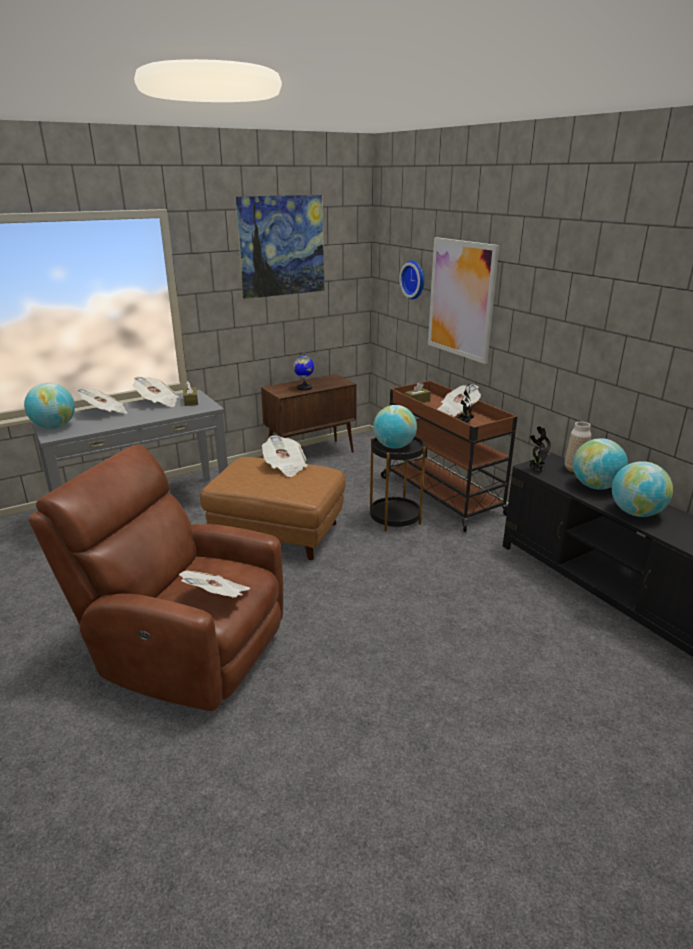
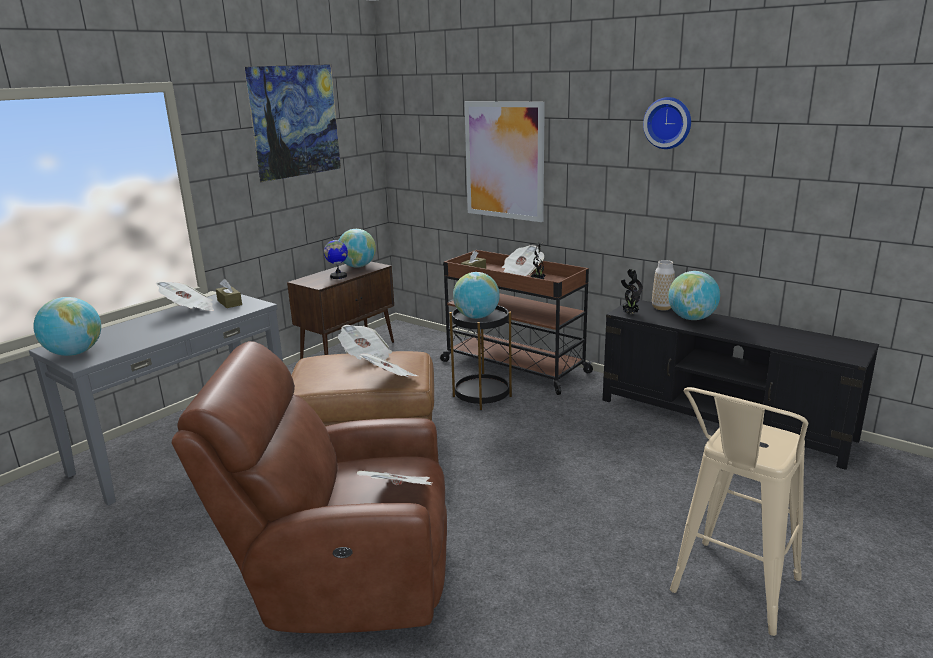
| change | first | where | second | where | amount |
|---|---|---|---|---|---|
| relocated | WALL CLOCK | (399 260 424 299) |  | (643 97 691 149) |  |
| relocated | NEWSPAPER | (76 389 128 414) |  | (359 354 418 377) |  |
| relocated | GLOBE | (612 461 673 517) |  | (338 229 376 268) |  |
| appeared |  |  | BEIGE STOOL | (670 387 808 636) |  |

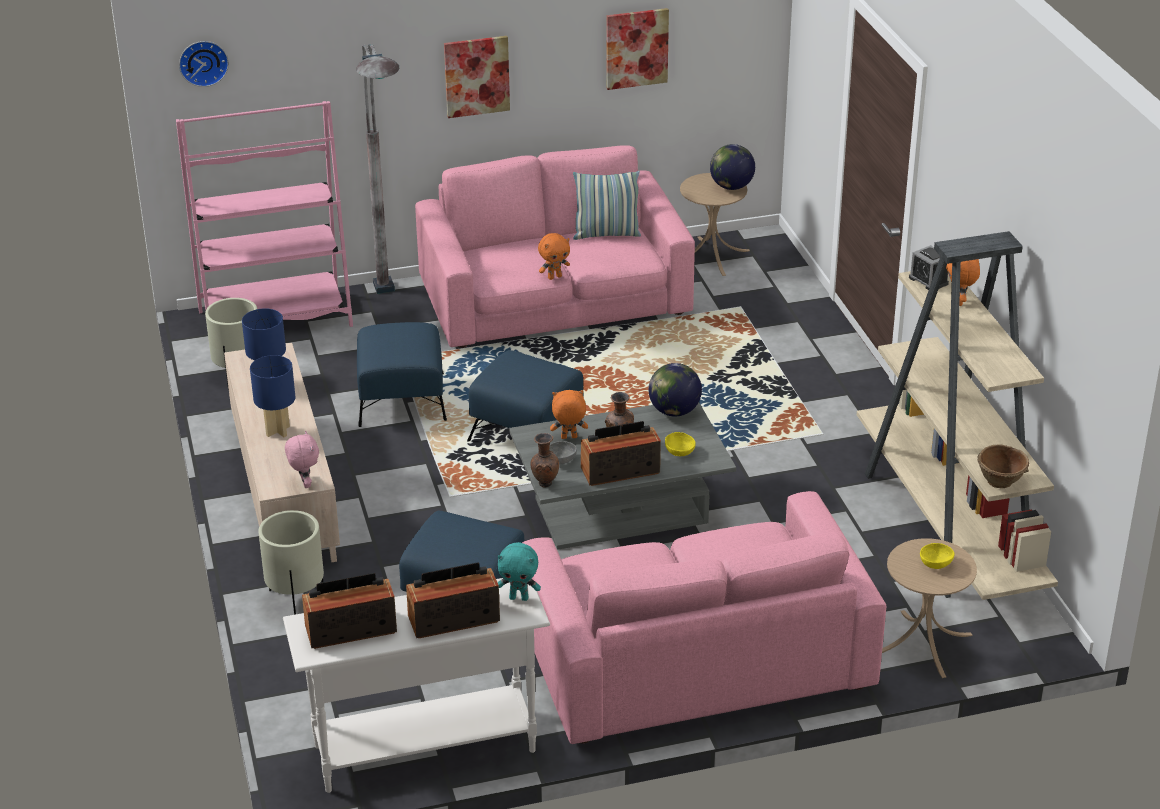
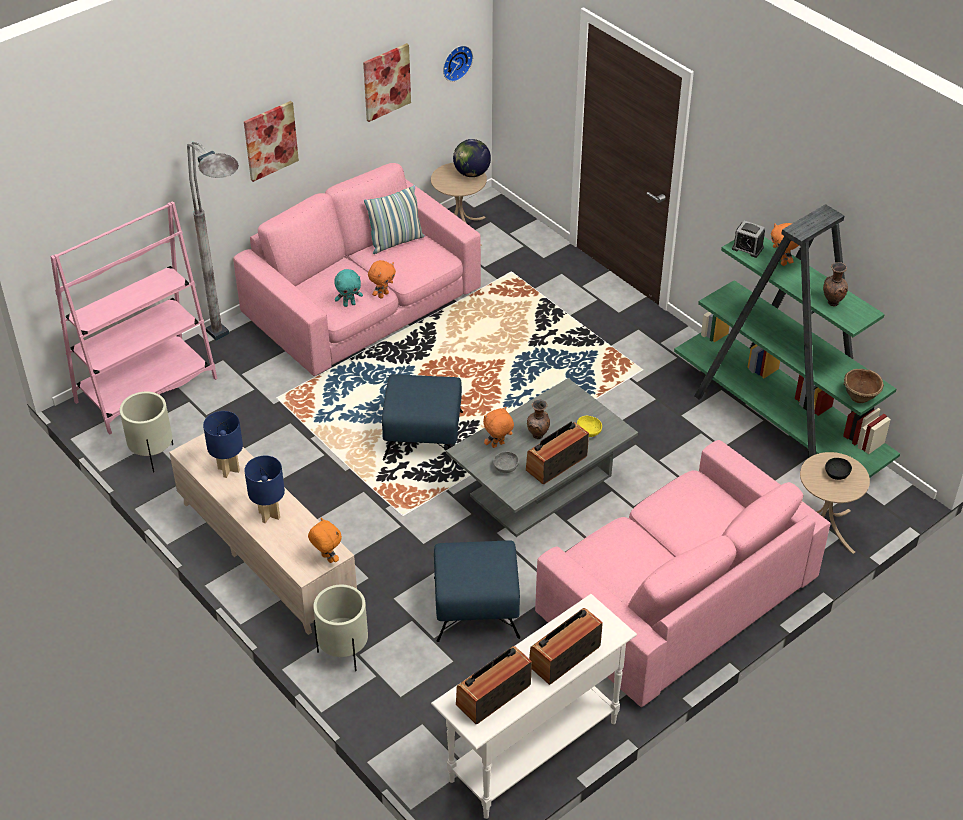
| change | first | where | second | where | amount |
|---|---|---|---|---|---|
| relocated | WALL CLOCK | (179 41 229 87) |  | (443 45 473 82) |  |
| colour | BEIGE BOOKCASE | (857 231 1058 600) | GREEN BOOKCASE | (674 204 900 478) |  |
| missing | BLUE OTTOMAN | (357 322 447 427) |  |  |  |
| missing | GLOBE | (648 363 702 417) |  |  |  |
| colour | PINK PLUSH TOY | (285 431 319 488) | ORANGE PLUSH TOY | (308 517 342 563) |  |
| relocated | BROWN VASE | (530 433 559 488) |  | (823 262 848 307) |  |
| relocated | TURQUOISE PLUSH TOY | (498 542 541 601) |  | (334 269 363 307) |  |
| colour | YELLOW BOWL | (920 543 954 569) | BLACK BOWL | (825 458 852 480) |  |

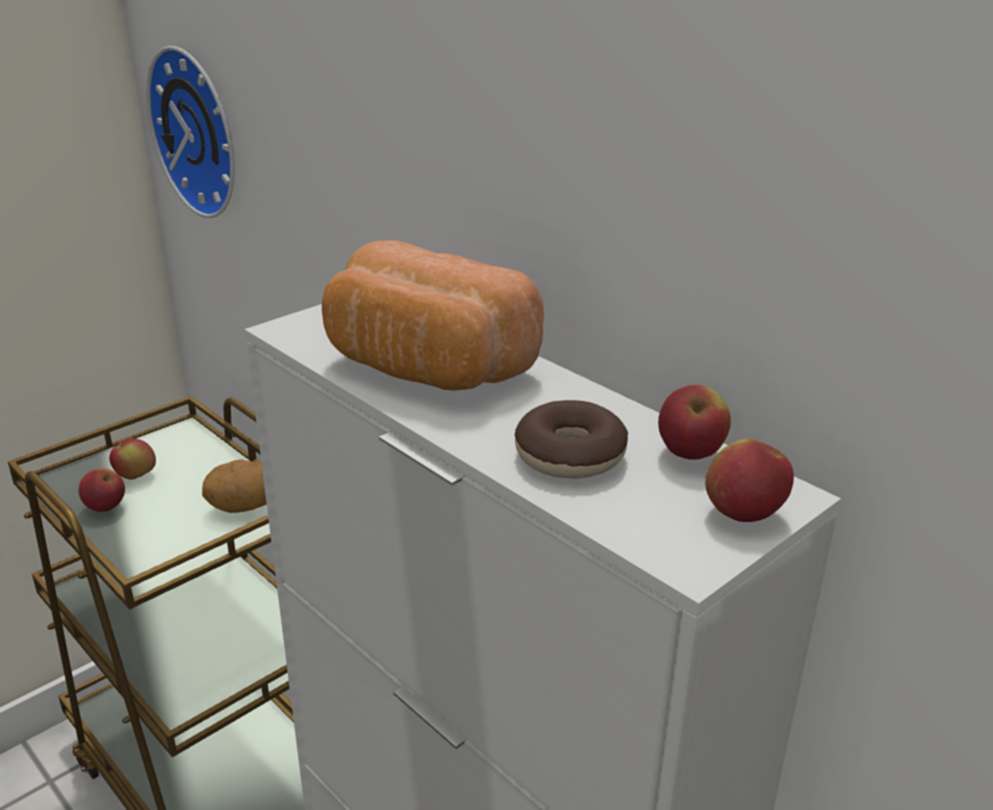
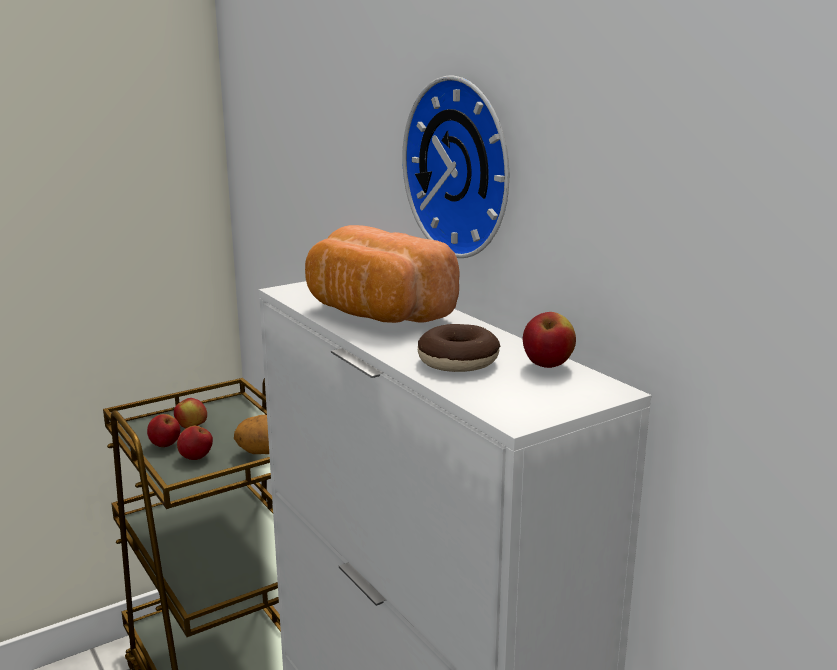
| change | first | where | second | where | amount |
|---|---|---|---|---|---|
| relocated | WALL CLOCK | (146 46 235 218) |  | (402 75 510 258) |  |
| relocated | APPLE | (705 439 794 522) |  | (177 426 213 460) |  |

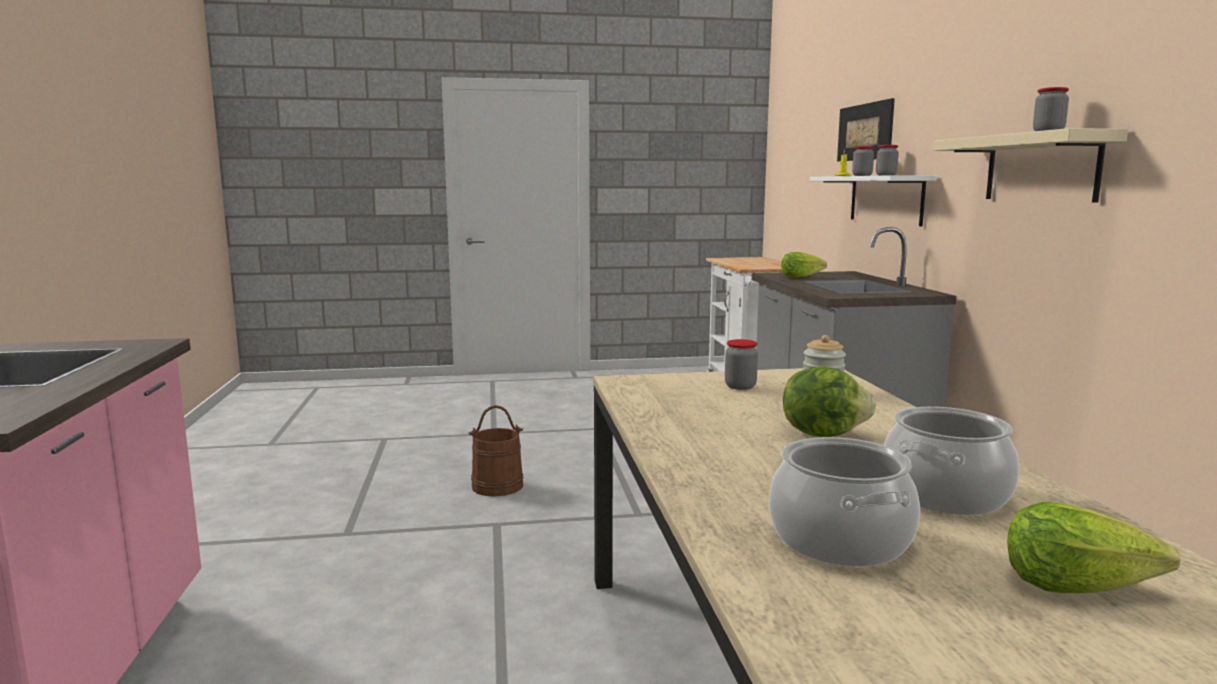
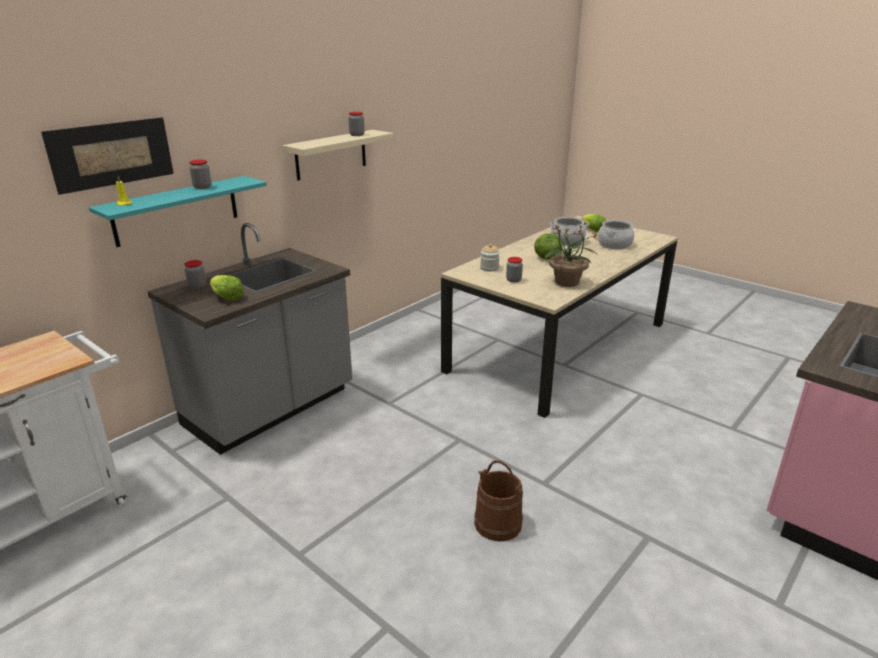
| change | first | where | second | where | amount |
|---|---|---|---|---|---|
| relocated | JAR | (852 146 874 176) |  | (184 260 206 289) |  |
| colour | WHITE SHELF | (810 175 937 226) | TURQUOISE SHELF | (89 176 267 247) |  |
| appeared |  |  | POTTED PLANT | (545 225 598 287) |  |

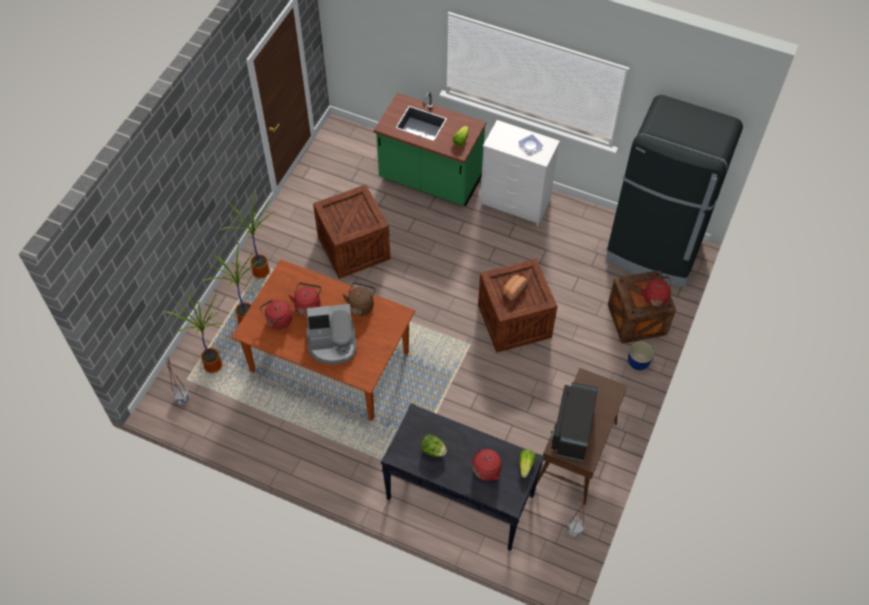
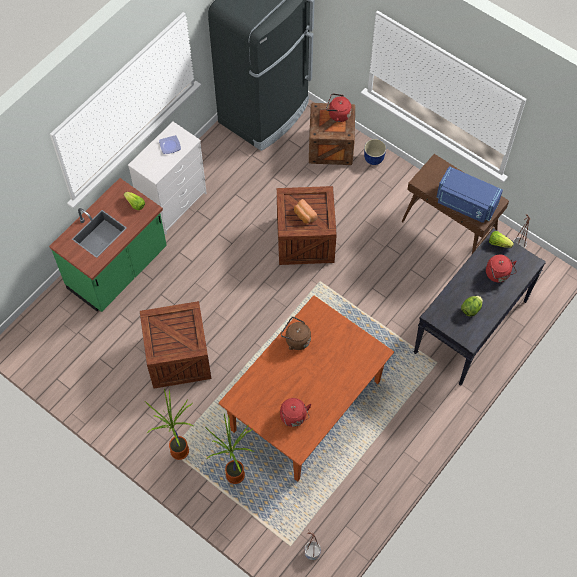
| change | first | where | second | where | amount |
|---|---|---|---|---|---|
| missing | RED KETTLE | (289 283 322 316) |  |  |  |
| missing | POTTED PLANT | (162 291 224 373) |  |  |  |
| missing | COFFEE MACHINE | (306 304 356 365) |  |  |  |
| colour | BLACK MICROWAVE | (551 382 598 461) | BLUE MICROWAVE | (436 166 503 223) |  |

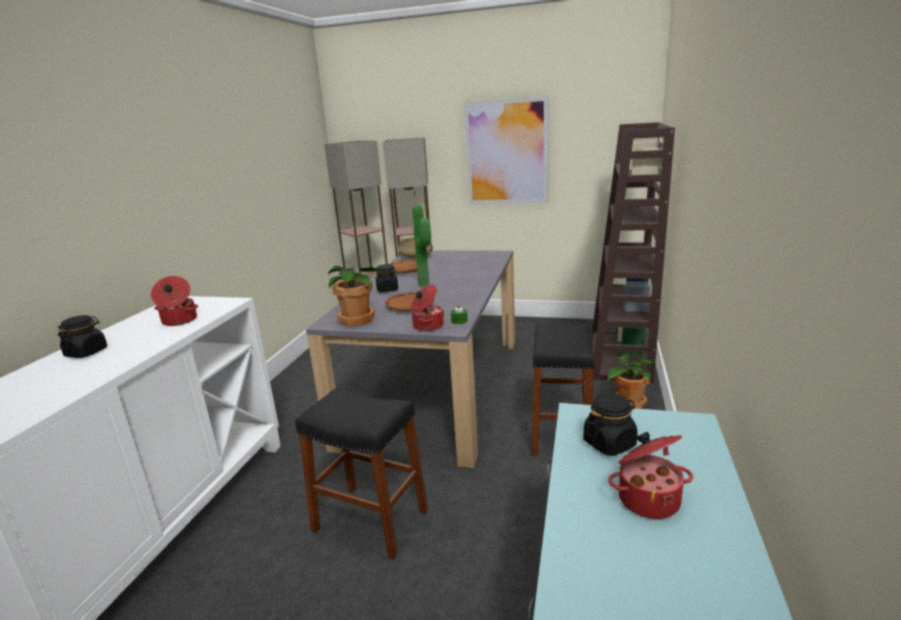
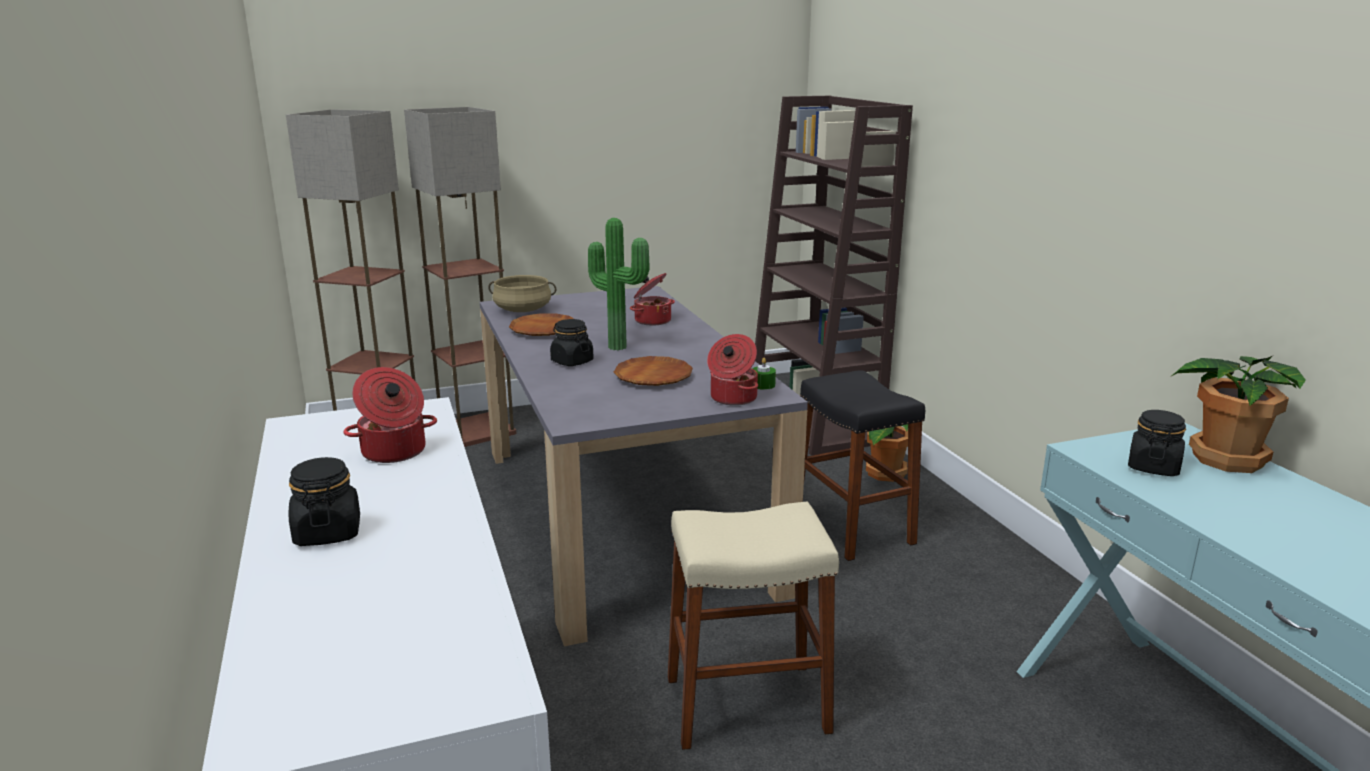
| change | first | where | second | where | amount |
|---|---|---|---|---|---|
| missing | PICTURE | (464 96 549 205) |  |  |  |
| relocated | POTTED PLANT | (328 266 383 327) |  | (1170 356 1306 473) |  |
| colour | BLACK STOOL | (295 387 428 559) | BEIGE STOOL | (668 502 839 750) |  |
| relocated | COOKING POT | (608 432 693 519) |  | (630 273 675 326) |  |

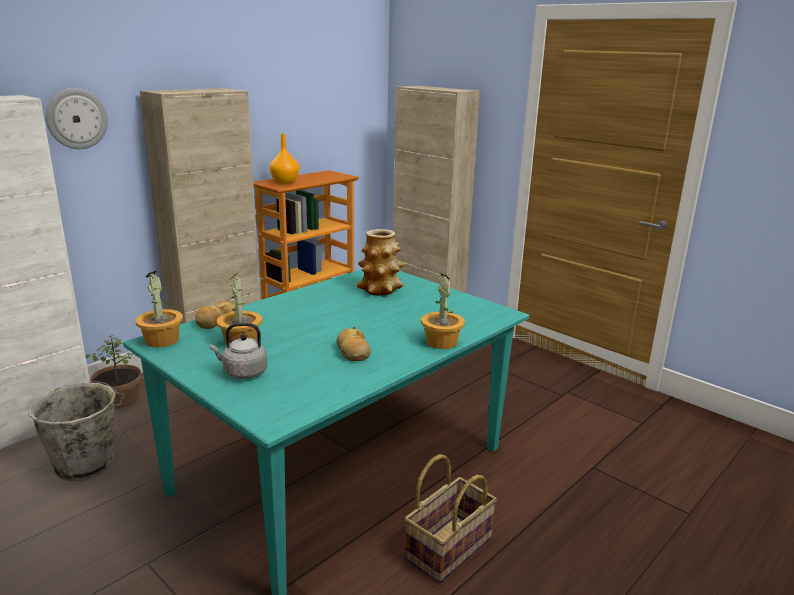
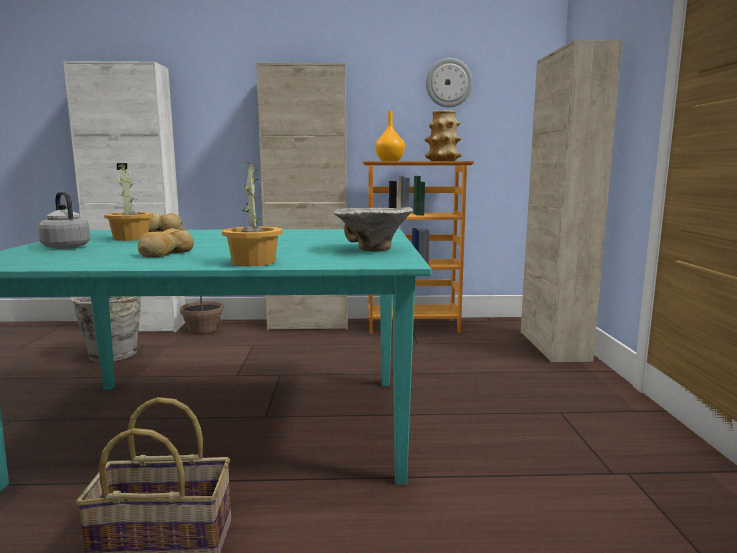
| change | first | where | second | where | amount |
|---|---|---|---|---|---|
| relocated | WALL CLOCK | (46 88 108 149) |  | (426 58 473 108) |  |
| relocated | VASE | (356 229 405 296) |  | (425 110 462 161) |  |
| missing | POTTED PLANT | (136 271 183 347) |  |  |  |
| appeared |  |  | BOWL | (333 207 413 251) |  |

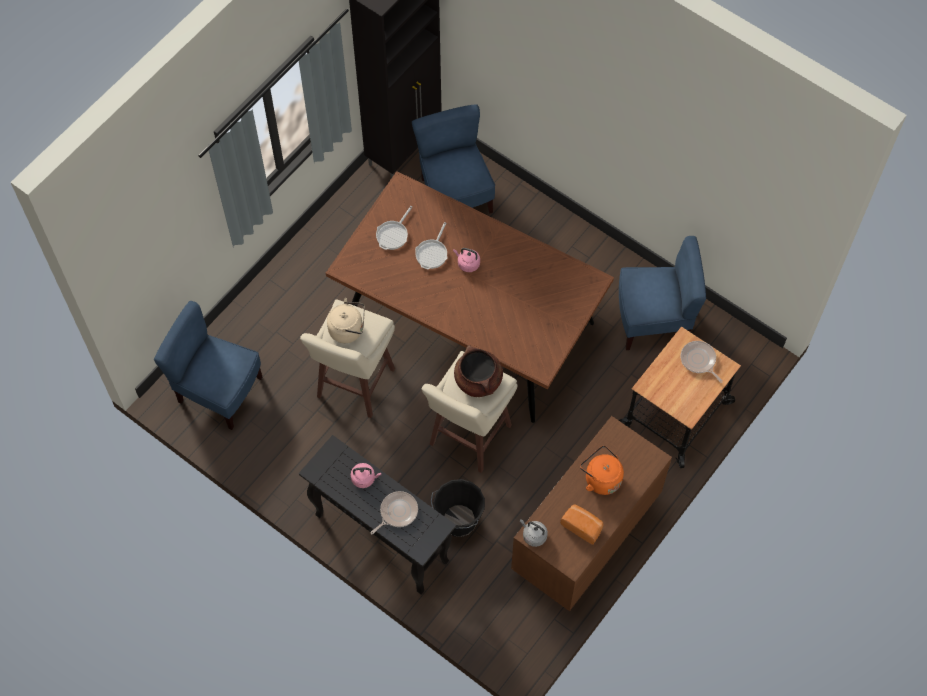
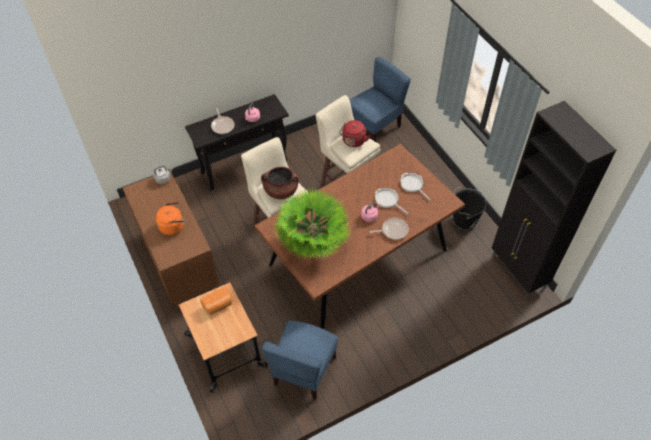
| change | first | where | second | where | amount |
|---|---|---|---|---|---|
| missing | BLUE CHAIR | (412 104 495 214) |  |  |  |
| colour | BEIGE KETTLE | (327 298 365 343) | RED KETTLE | (339 120 370 147) |  |
| relocated | FRYING PAN | (681 341 723 383) |  | (369 218 409 240) |  |
| relocated | BLACK BUCKET | (431 479 485 537) |  | (453 187 487 231) |  |
| relocated | BREAD | (560 504 604 545) |  | (200 287 232 315) |  |
| appeared |  |  | POTTED PLANT | (274 188 352 259) |  |

